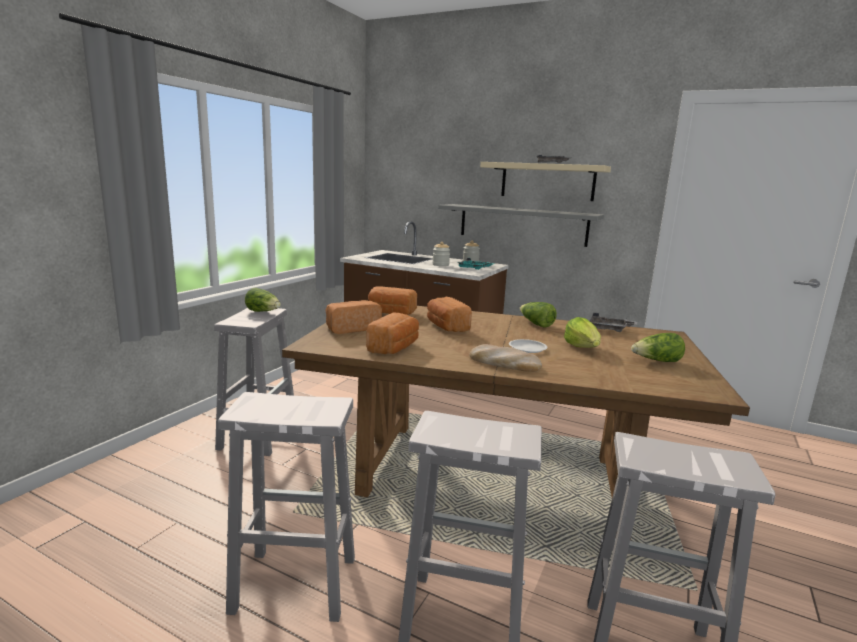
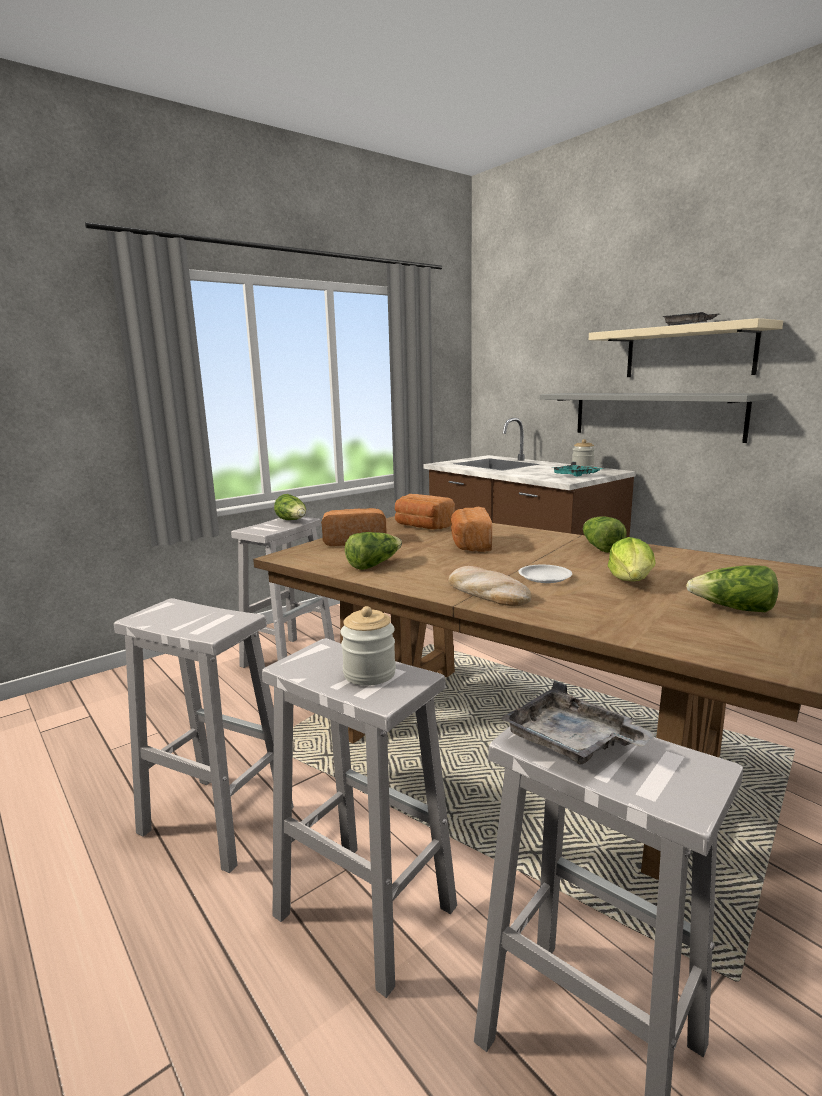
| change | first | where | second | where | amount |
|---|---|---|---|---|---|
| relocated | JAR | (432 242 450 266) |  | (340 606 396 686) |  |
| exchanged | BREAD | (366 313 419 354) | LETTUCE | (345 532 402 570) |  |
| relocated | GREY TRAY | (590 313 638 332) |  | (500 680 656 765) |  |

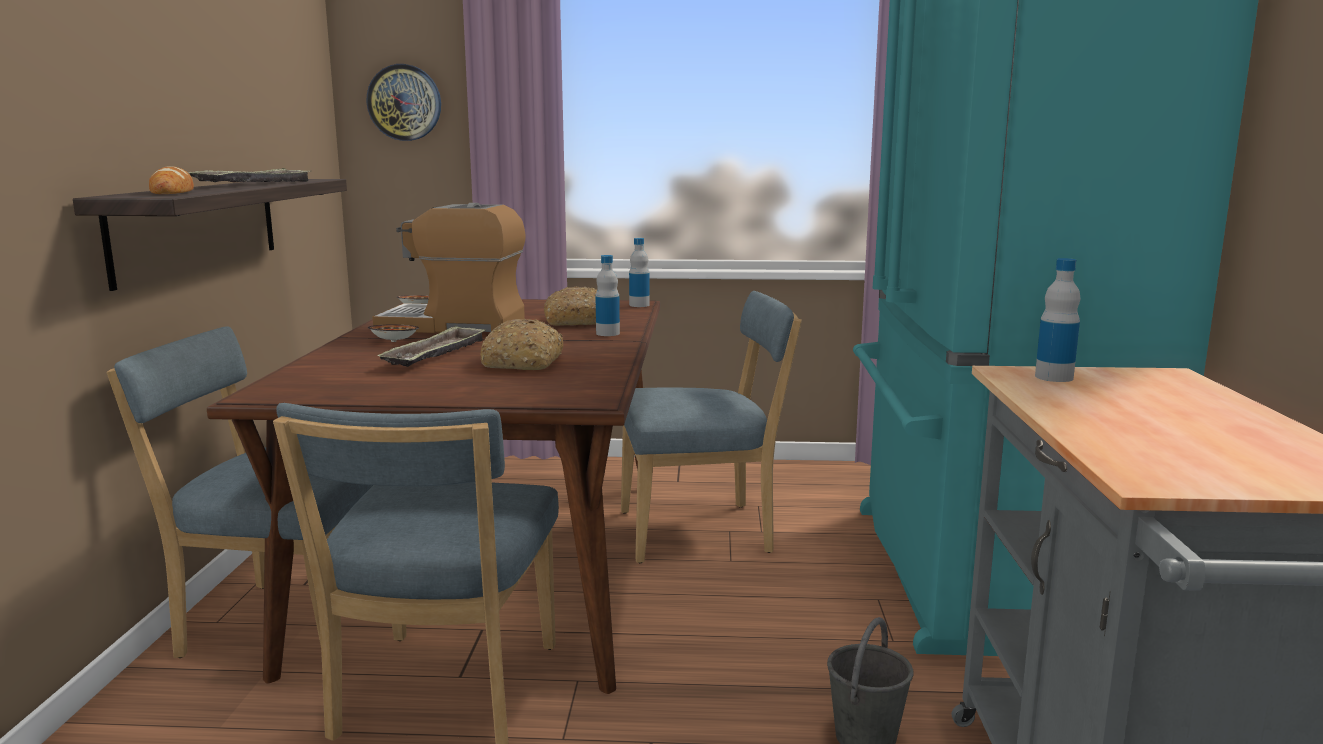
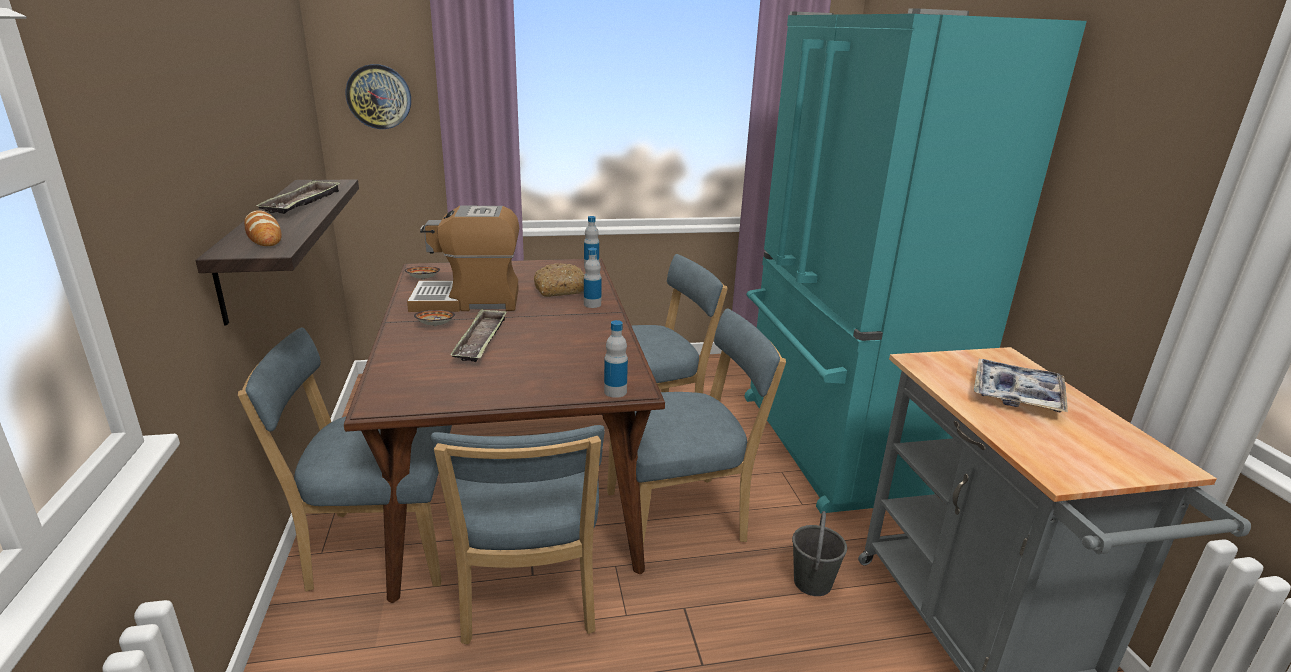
| change | first | where | second | where | amount |
|---|---|---|---|---|---|
| relocated | BOTTLE | (1035 258 1080 382) |  | (604 320 628 398) |  |
| missing | BREAD | (480 319 563 370) |  |  |  |
| appeared |  |  | BLUE CHAIR | (607 309 786 546) |  |
| appeared |  |  | TRAY | (974 359 1068 412) |  |

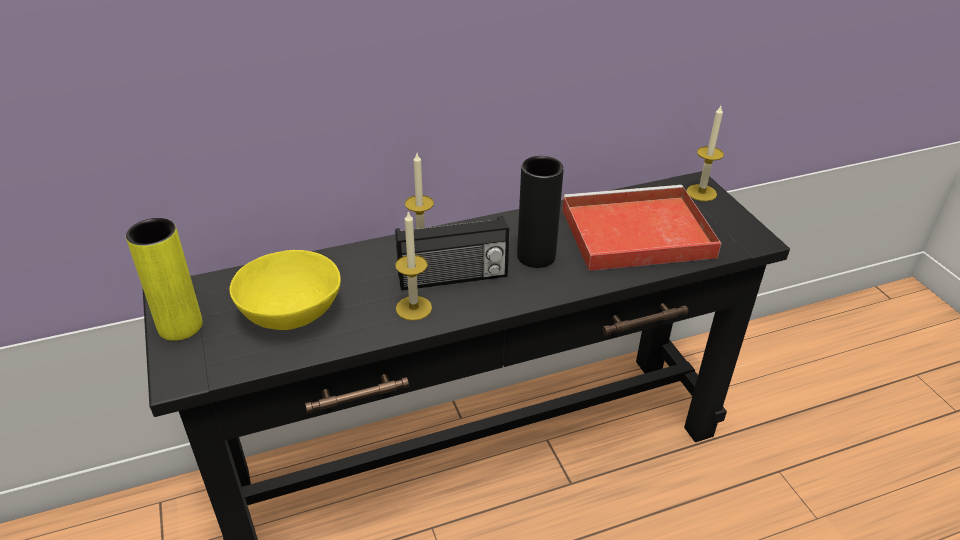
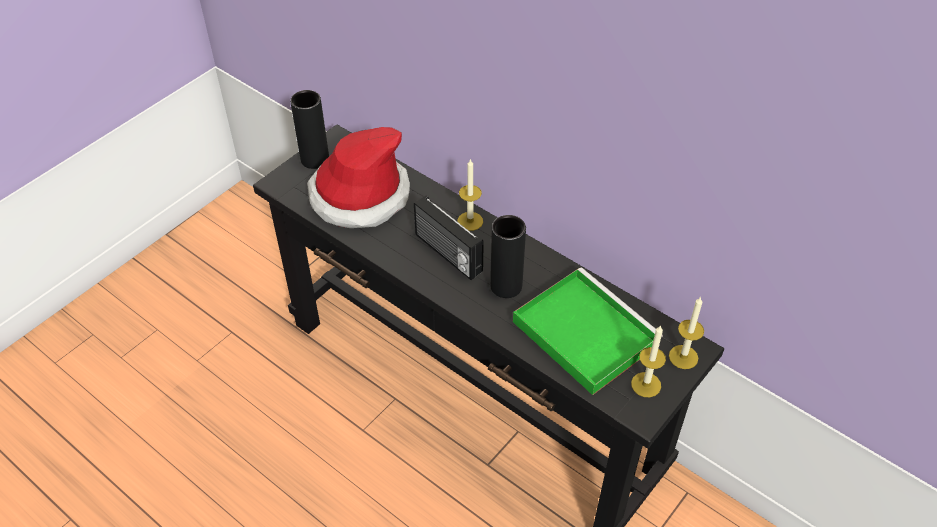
| change | first | where | second | where | amount |
|---|---|---|---|---|---|
| colour | RED TRAY | (562 185 721 271) | GREEN TRAY | (513 267 663 395) |  |
| relocated | CANDLE | (395 210 432 321) |  | (631 325 666 397) |  |
| colour | YELLOW VASE | (126 218 203 341) | BLACK VASE | (290 90 329 169) |  |
| exchanged | YELLOW BOWL | (230 250 341 330) | HAT | (307 127 410 228) |  |

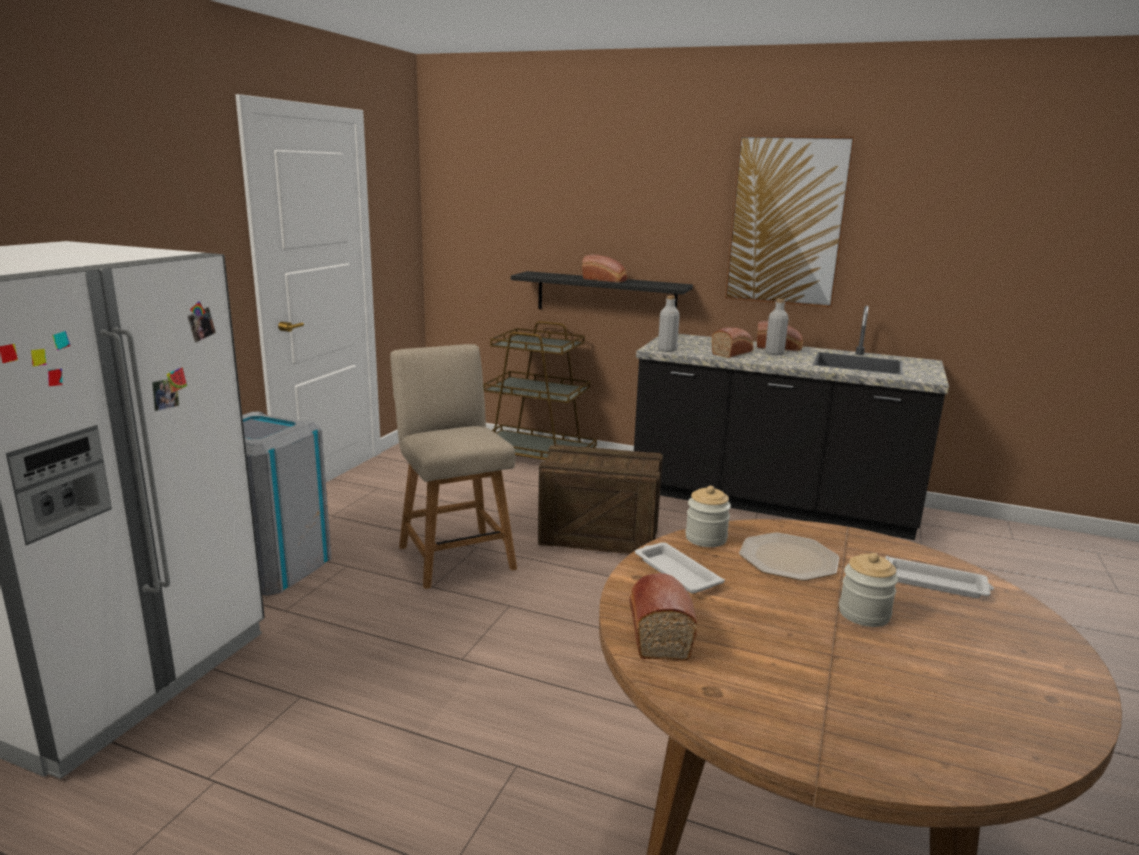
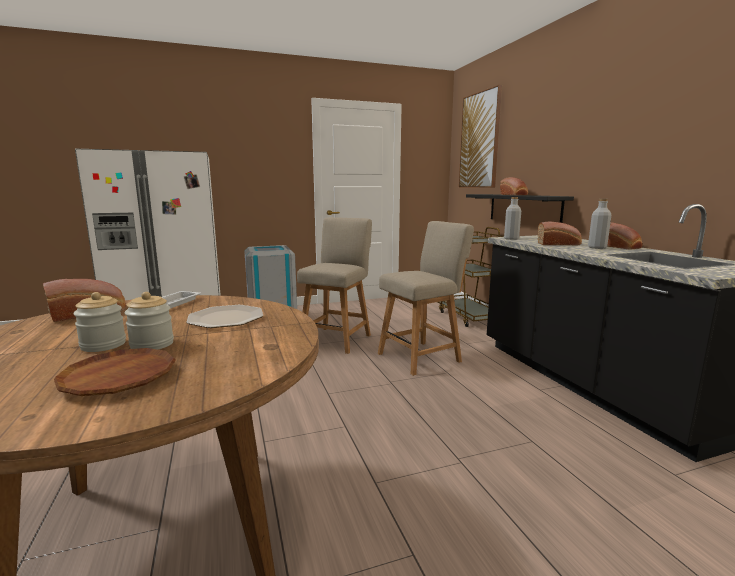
| change | first | where | second | where | amount |
|---|---|---|---|---|---|
| relocated | PICTURE | (725 135 855 308) |  | (459 85 502 188) |  |
| exchanged | CRATE | (538 444 663 554) | BEIGE CHAIR | (378 221 474 376) |  |
| relocated | JAR | (685 486 731 547) |  | (73 292 126 352) |  |
| missing | WHITE TRAY | (885 556 994 598) |  |  |  |
| appeared |  |  | BROWN PLATE | (54 348 176 396) |  |

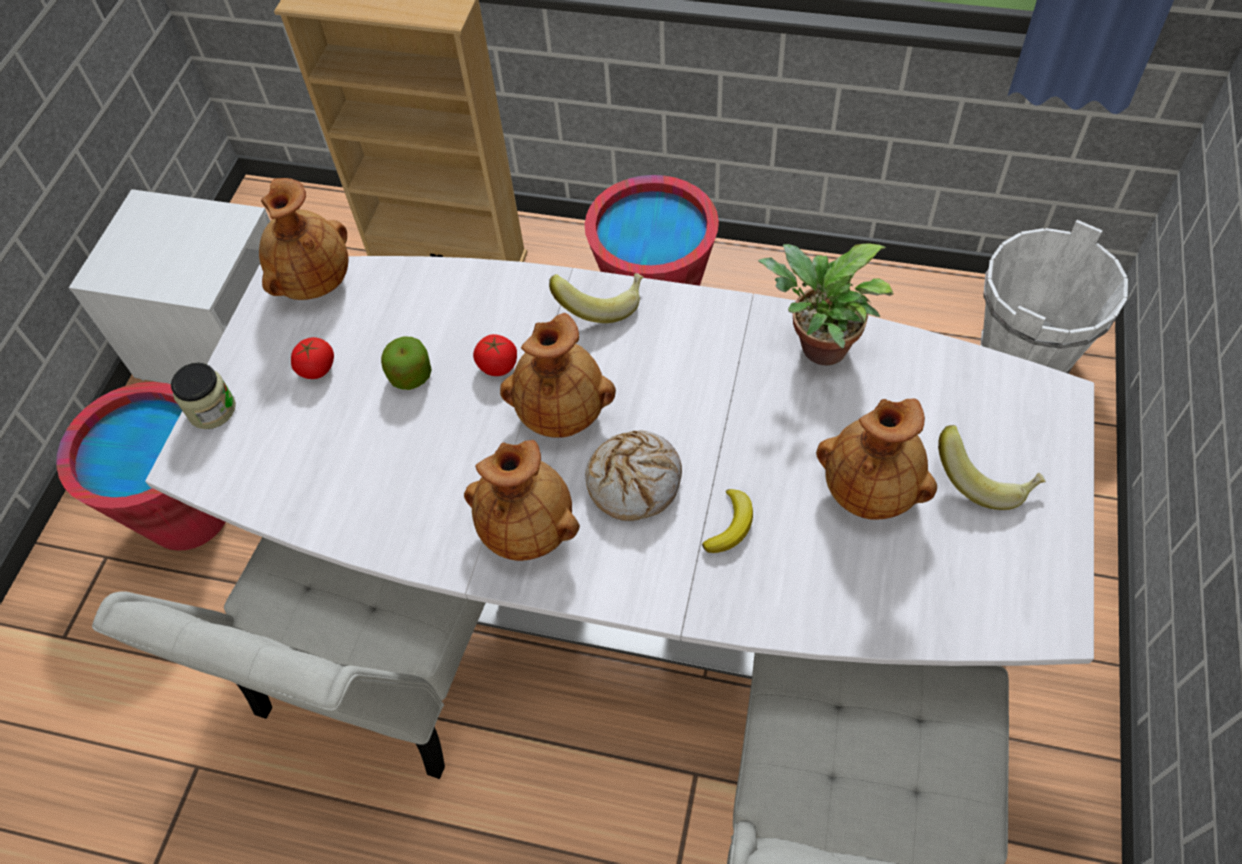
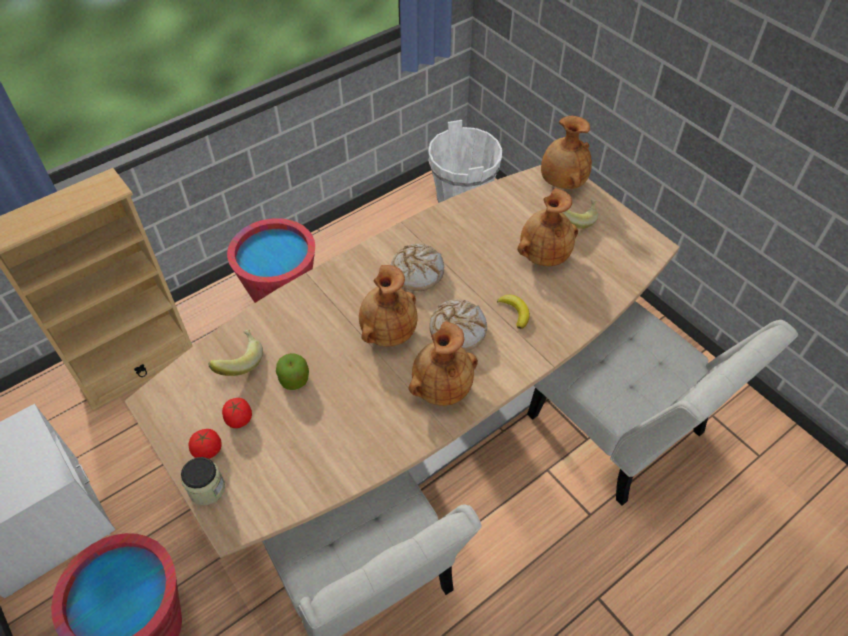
| change | first | where | second | where | amount |
|---|---|---|---|---|---|
| relocated | BROWN VASE | (259 178 348 300) |  | (541 116 592 189) |  |
| missing | POTTED PLANT | (757 243 894 365) |  |  |  |
| colour | WHITE DINING TABLE | (145 256 1094 679) | BROWN DINING TABLE | (125 165 679 558) |  |
| relocated | BANANA | (549 273 644 323) |  | (208 329 263 376) |  |
| relocated | TOMATO | (473 334 517 376) |  | (188 429 222 459) |  |
| appeared |  |  | BREAD | (391 244 444 291) |  |

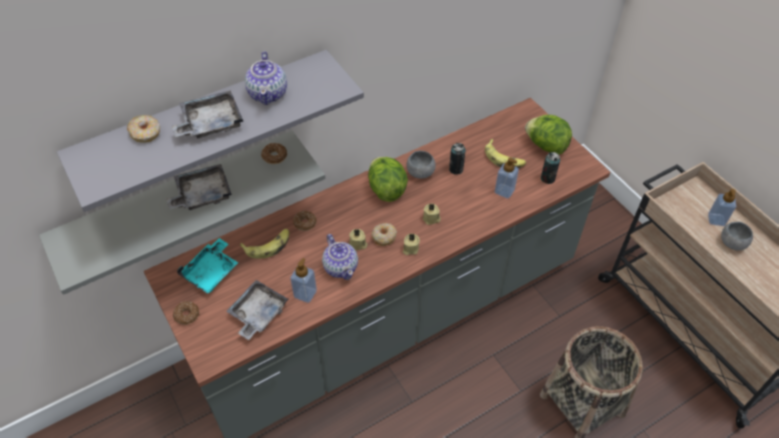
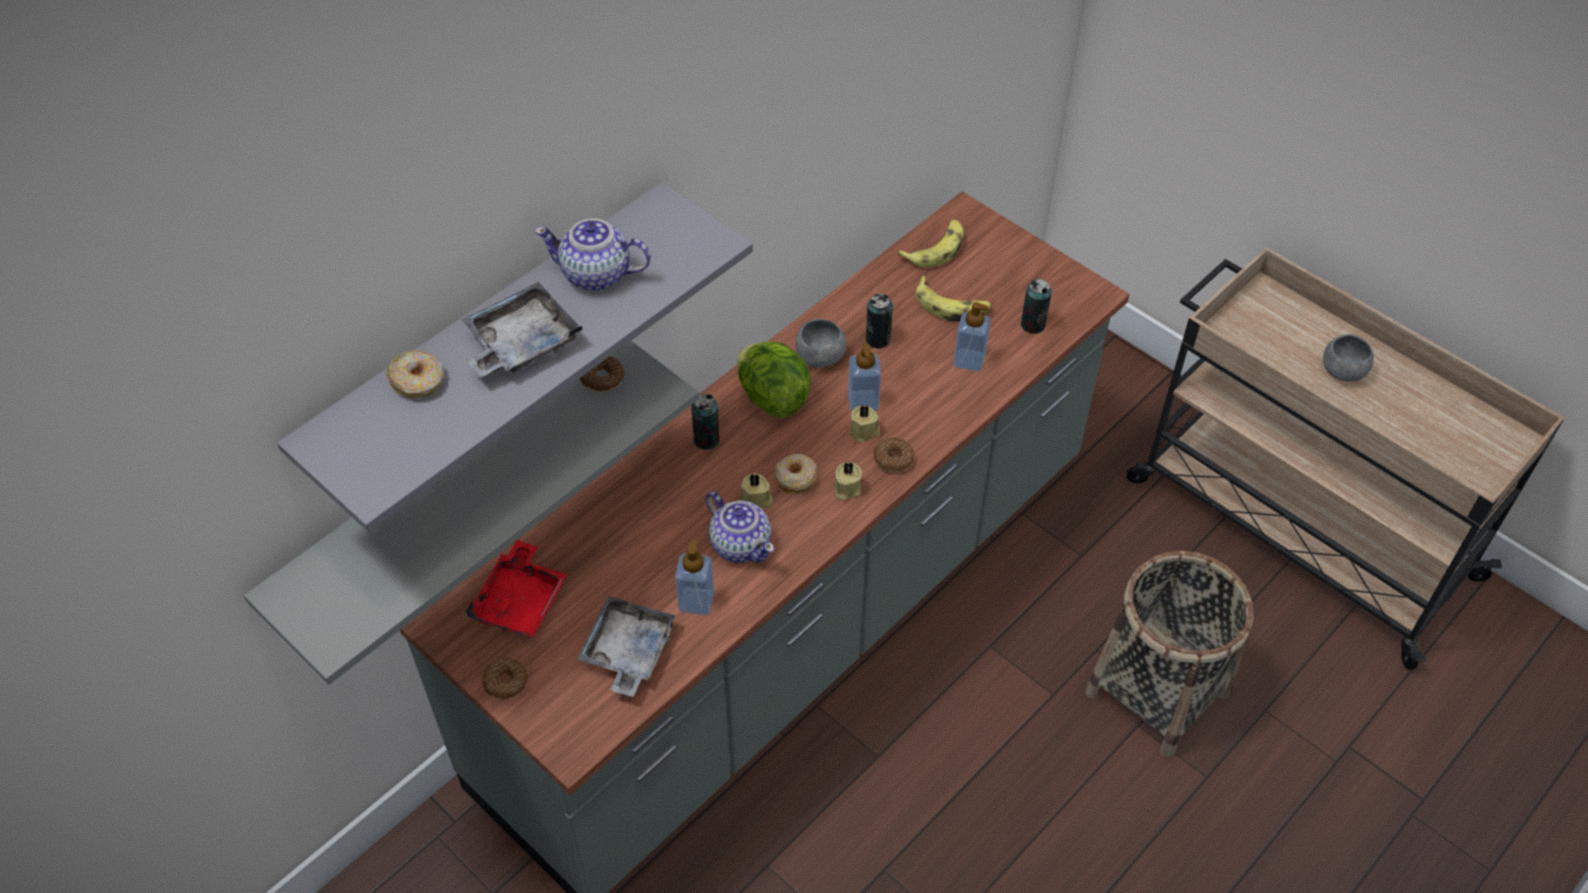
| change | first | where | second | where | amount |
|---|---|---|---|---|---|
| spun | TEAPOT | (245 51 287 105) |  | (534 219 651 291) | 120 degrees clockwise |
| missing | LETTUCE | (525 115 572 154) |  |  |  |
| missing | GREY TRAY | (166 164 232 210) |  |  |  |
| relocated | SOAP DISPENSER | (708 189 736 226) |  | (848 344 881 411) |  |
| relocated | DONUT | (293 211 317 231) |  | (874 438 914 472) |  |
| relocated | BANANA | (240 229 289 259) |  | (898 220 964 268) |  |
| colour | TURQUOISE TRAY | (177 238 238 294) | RED TRAY | (466 540 567 638) |  |
| appeared |  |  | CAN | (691 394 719 450) |  |

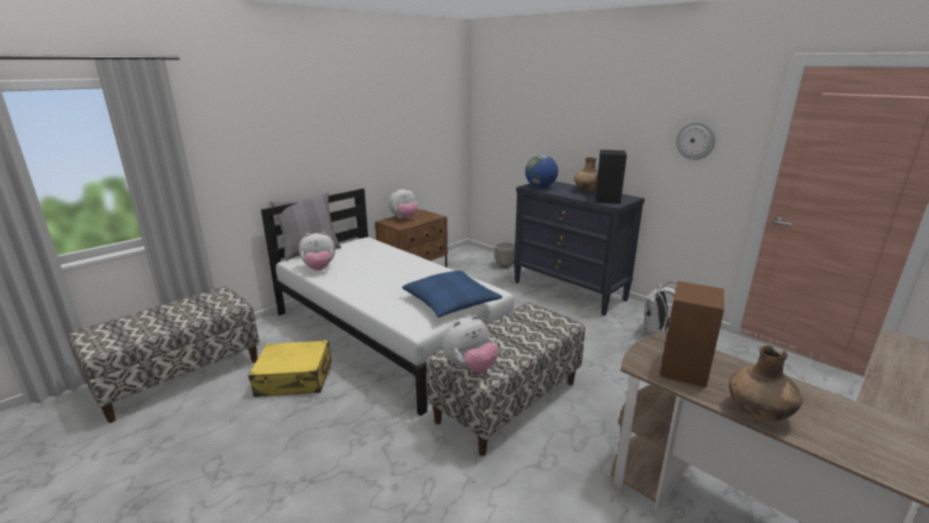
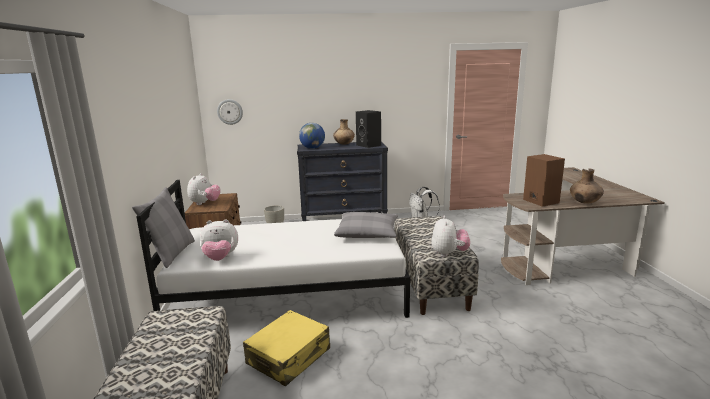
| change | first | where | second | where | amount |
|---|---|---|---|---|---|
| relocated | WALL CLOCK | (676 121 715 160) |  | (217 99 243 125) |  |
| spun | PLUSH TOY | (299 232 335 270) |  | (200 219 238 261) | 60 degrees clockwise |
| colour | BLUE PILLOW | (402 270 503 317) | GREY PILLOW | (334 212 398 238) |  |

